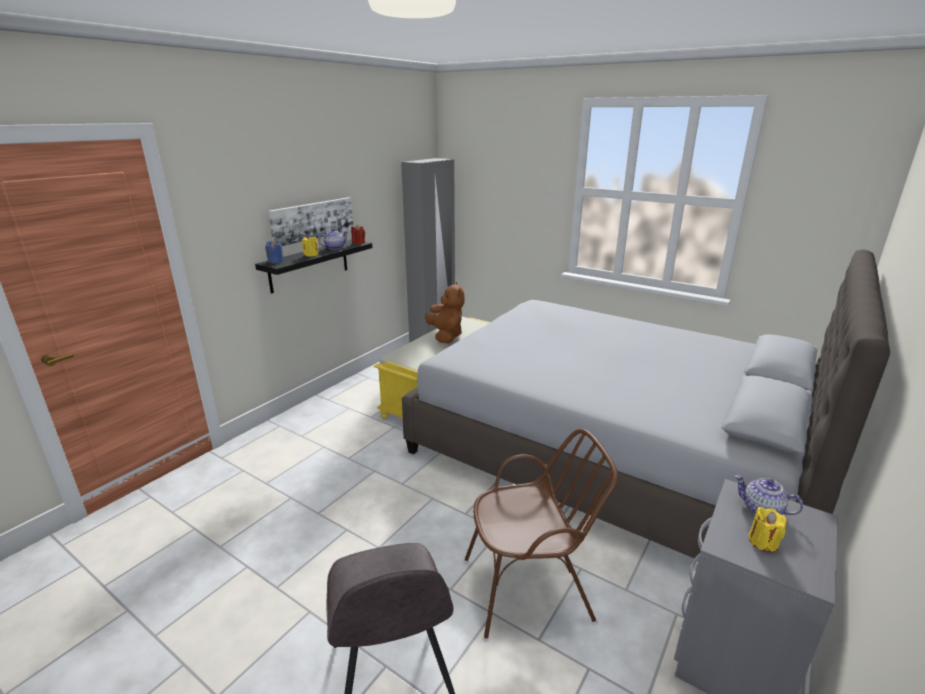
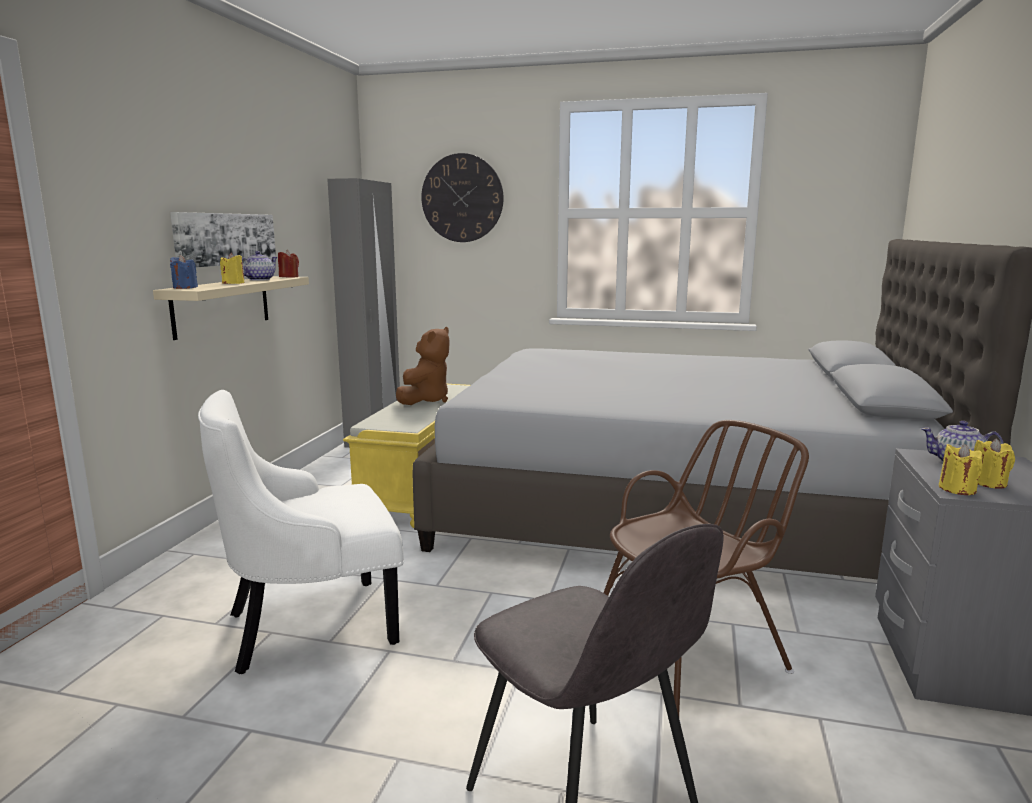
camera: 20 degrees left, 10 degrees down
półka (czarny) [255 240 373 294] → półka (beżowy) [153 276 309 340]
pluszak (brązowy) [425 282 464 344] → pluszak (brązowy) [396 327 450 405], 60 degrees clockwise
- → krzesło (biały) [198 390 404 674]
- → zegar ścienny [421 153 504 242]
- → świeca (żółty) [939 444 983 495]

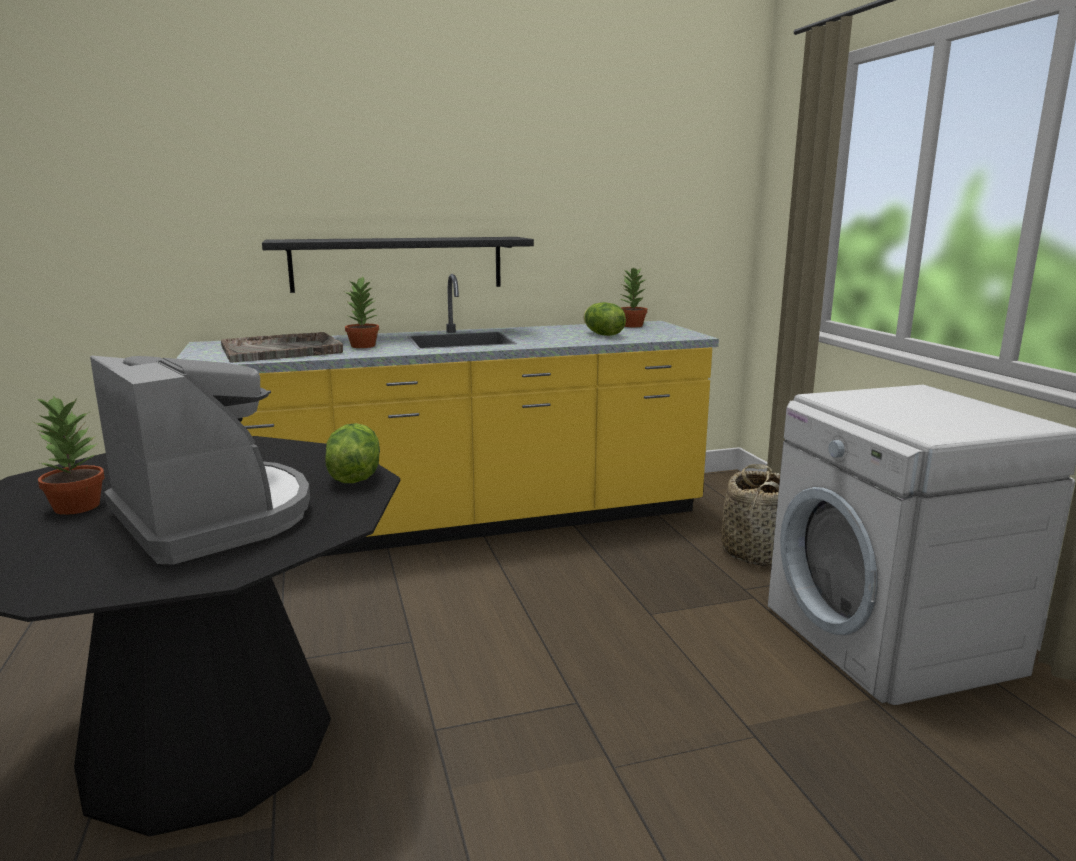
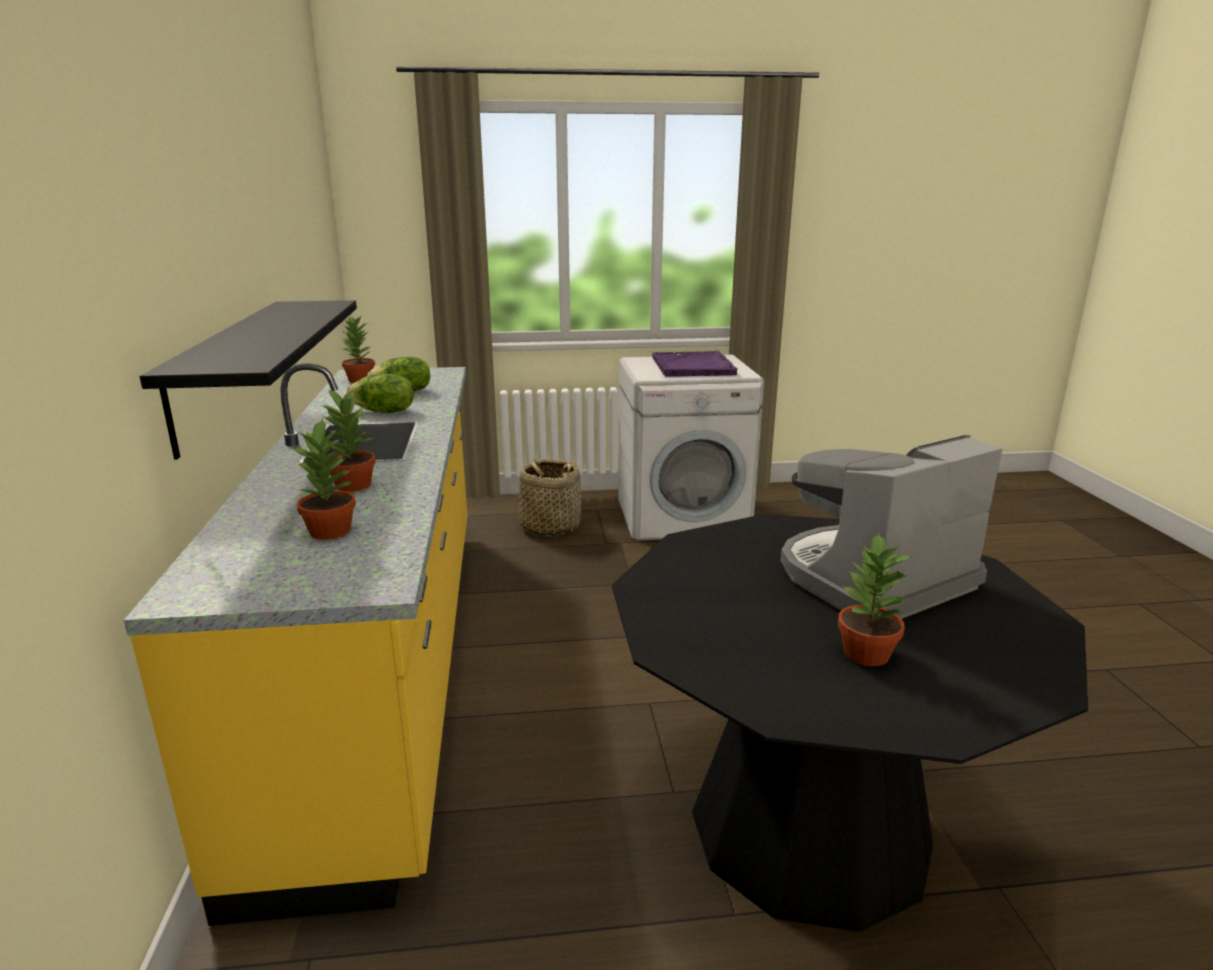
camera: 80 degrees left, 5 degrees up
taca (szary) [221 332 343 363] → roślina doniczkowa [292 418 356 540]
sałata [325 423 380 483] → sałata [346 374 414 413], moved
- → taca (fioletowy) [652 351 737 377]

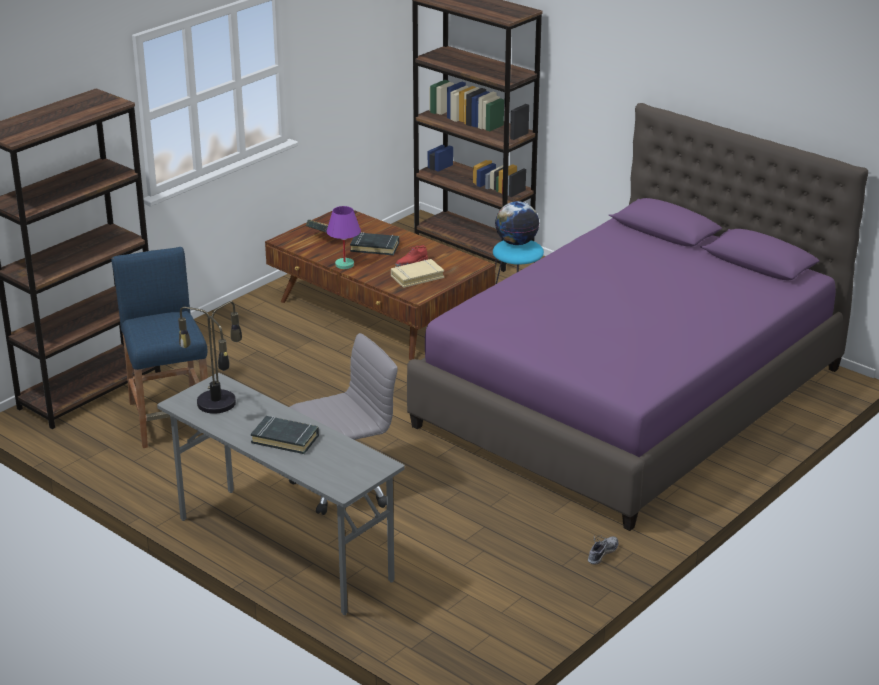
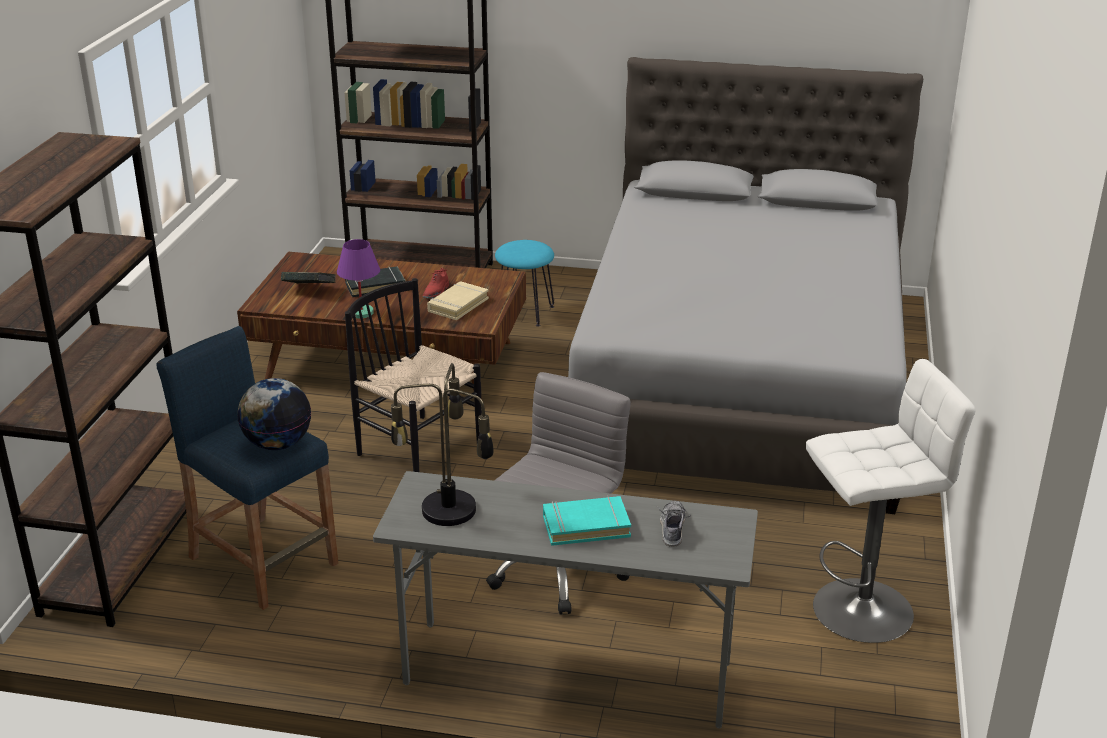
camera: 30 degrees left, 0 degrees up
książka (czarny) [251 416 319 454] → książka (turkusowy) [543 496 631 546]
łóżko (fioletowy) [407 103 868 531] → łóżko (szary) [568 57 923 514]
globus [495 201 539 245] → globus [238 378 311 450], moved
but [588 535 618 565] → but [657 501 691 547], moved
- → krzesło (czarny) [345 278 482 472]
- → stołek (biały) [806 359 976 643]

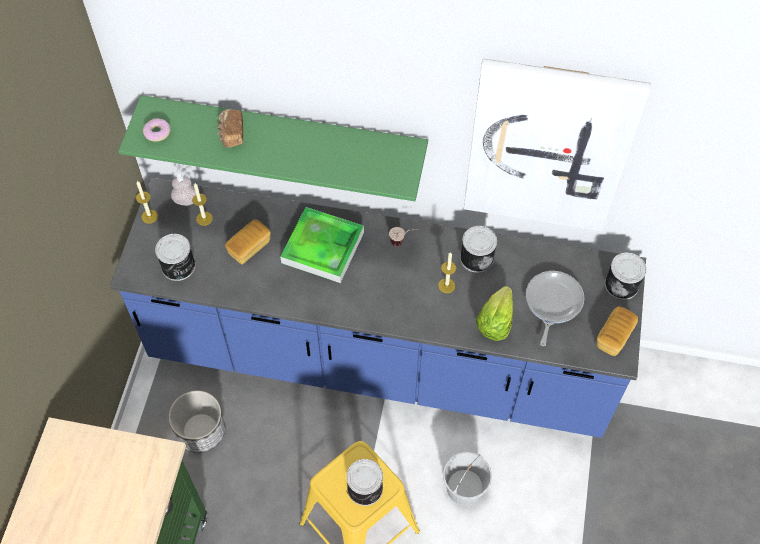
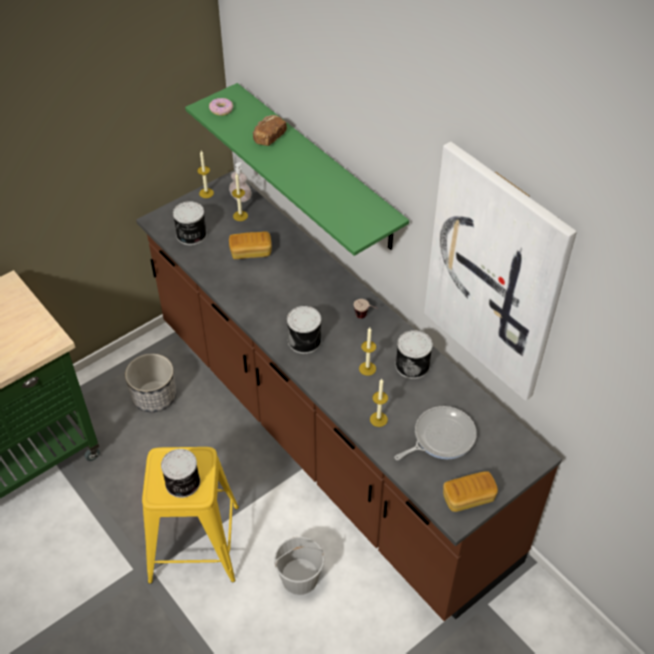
camera: 40 degrees right, 10 degrees down
zabudowa kuchenna (niebieski) [110 178 646 438] → zabudowa kuchenna (brązowy) [136 171 562 621]
taca [281 207 364 283] → -
sałata [476 286 513 341] → świeca [370 379 388 427]
puszka [605 252 647 300] → puszka [287 306 321 354], moved

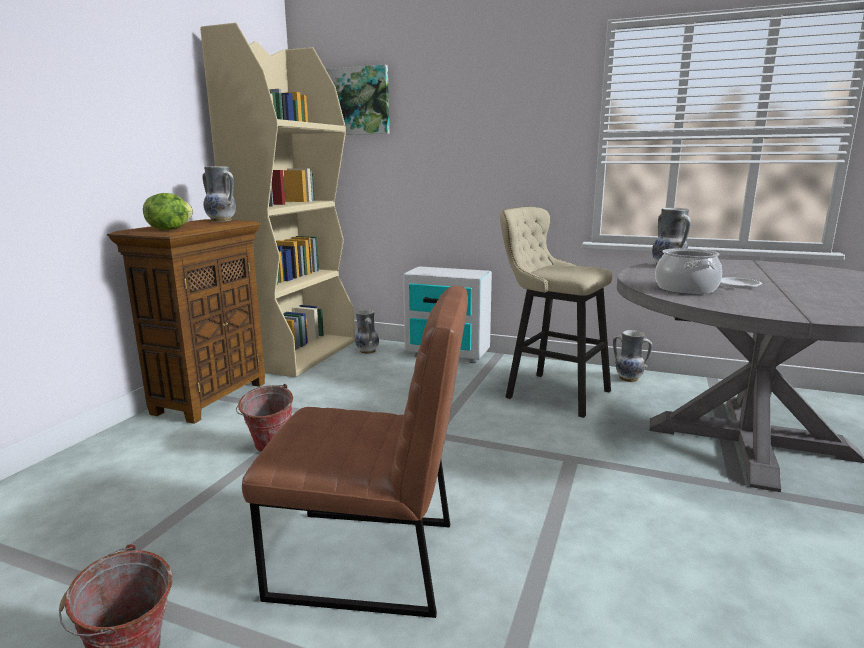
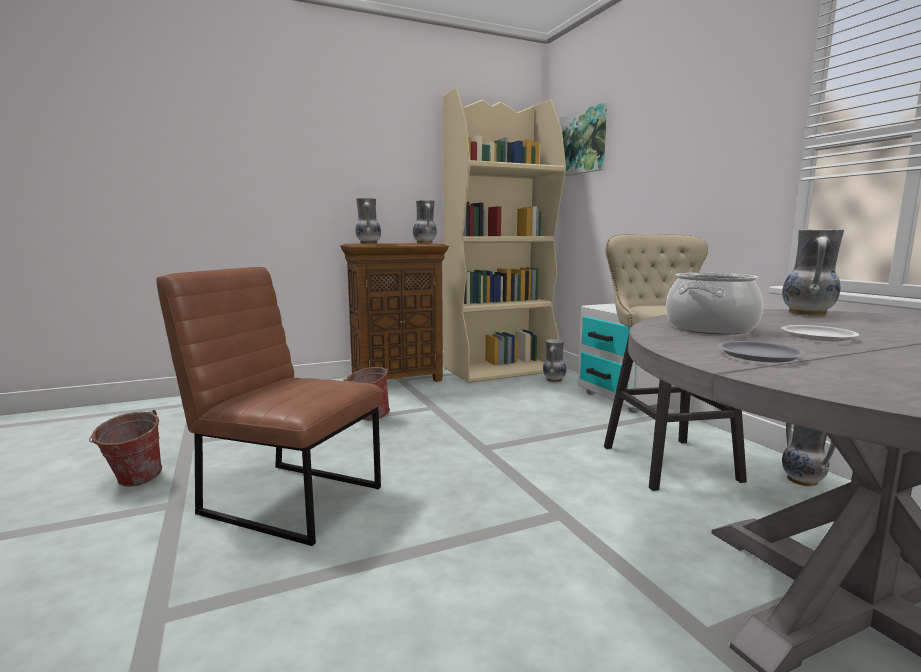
camera: 45 degrees right, 5 degrees down
sałata [143 193 193 230] → wazon [356 198 381 244]
krzesło (brązowy) [242 285 468 618] → krzesło (brązowy) [156 267 382 546], 150 degrees clockwise
- → talerz (szary) [717 341 806 362]

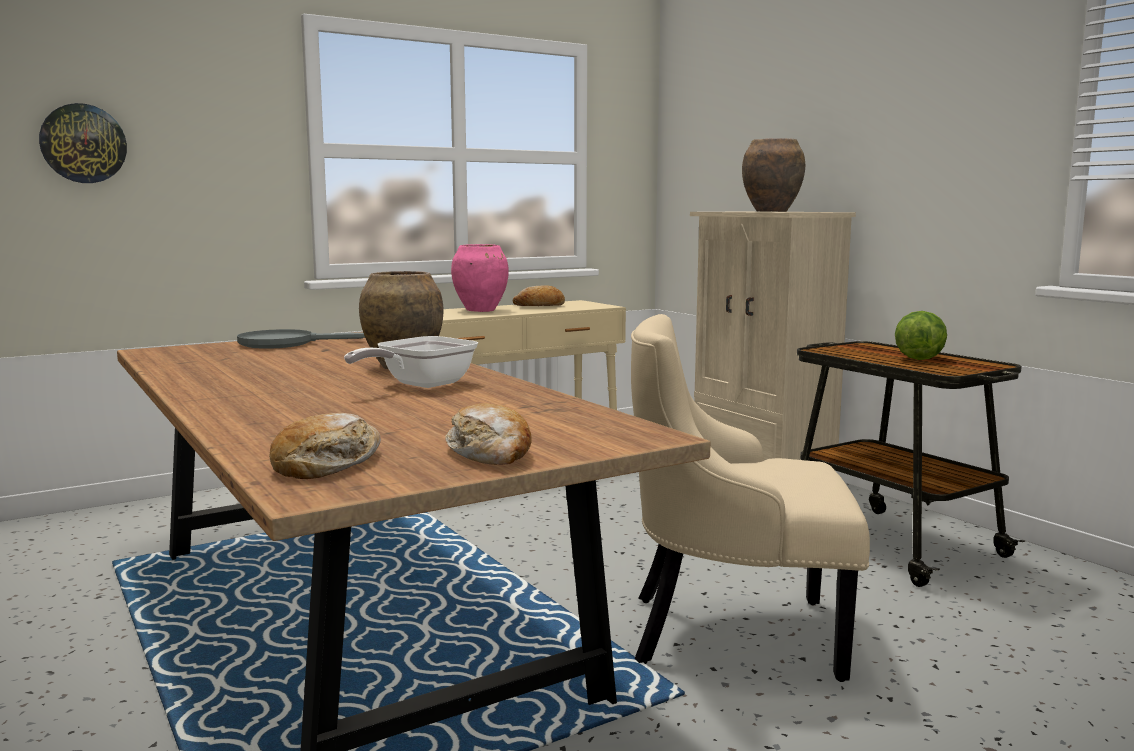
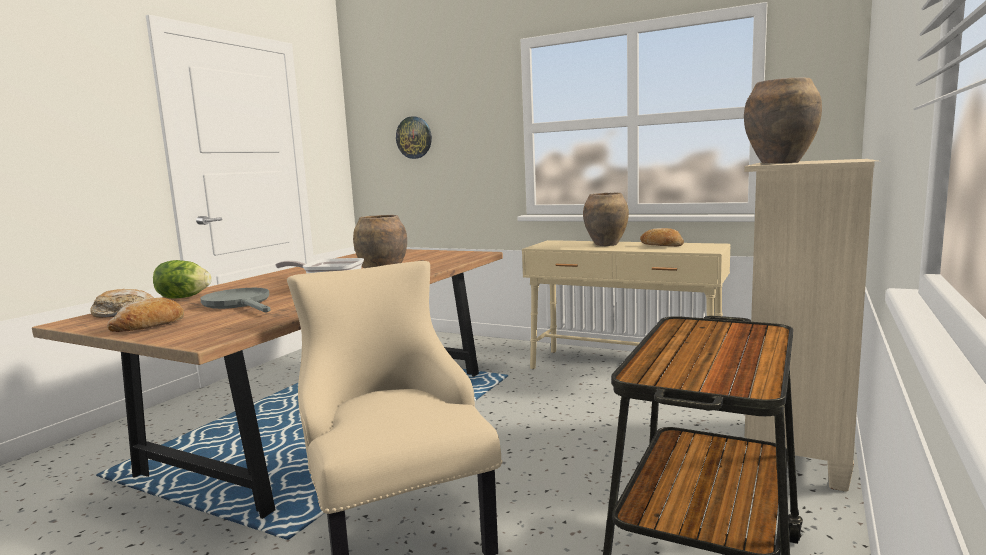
camera: 60 degrees right, 0 degrees up
patelnia (szary) [237 329 365 349] → patelnia (szary) [200 288 270 313], moved
wazon (różowy) [451 244 509 312] → wazon (brązowy) [583 193 629 246]
sałata [895 311 947 360] → sałata [153 260 212 299], moved

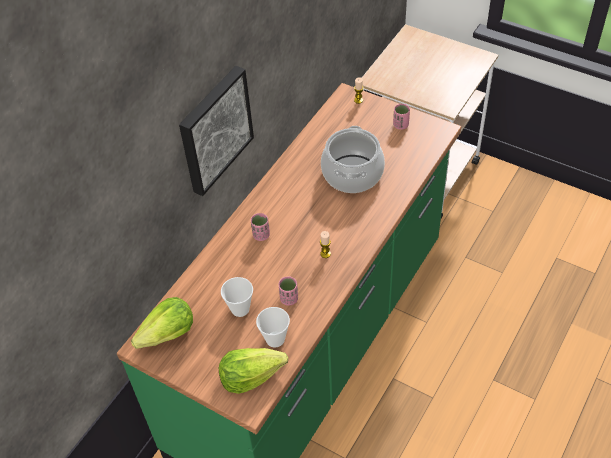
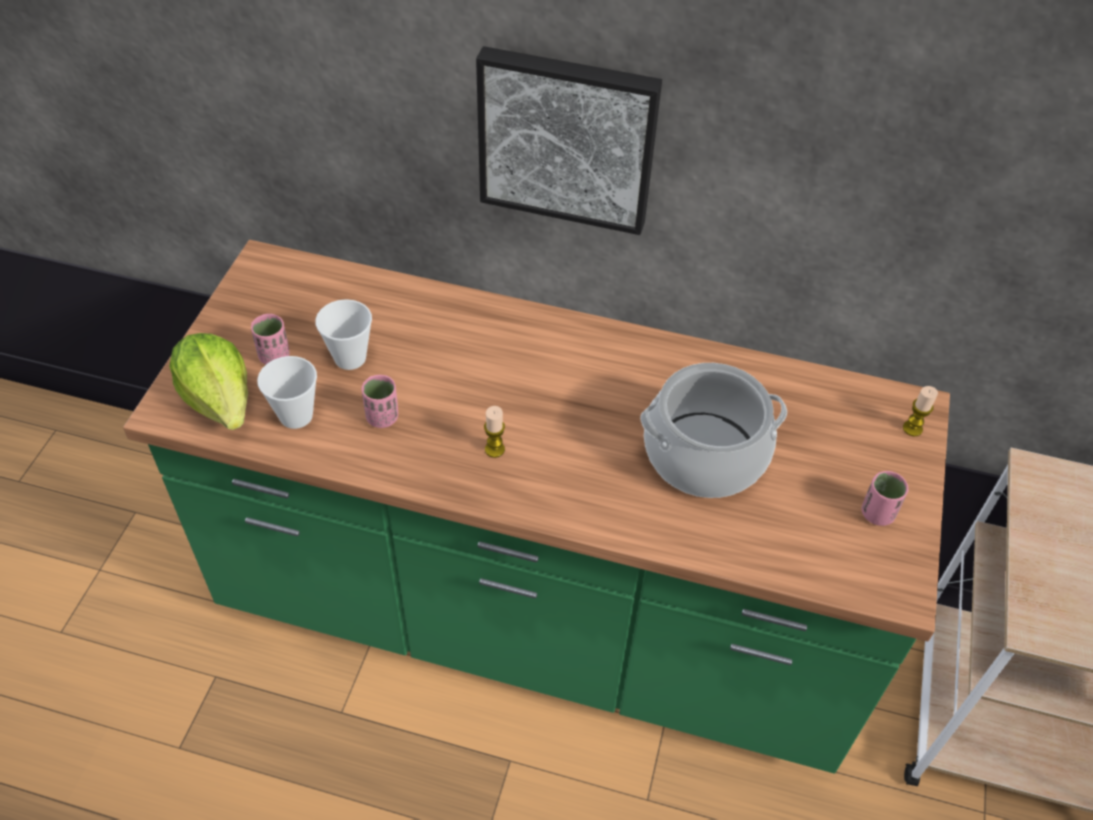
camera: 70 degrees right, 0 degrees up
sałata [131 297 193 349] → -
filiżanka (różowy) [251 213 270 241] → filiżanka (różowy) [251 314 290 365], moved

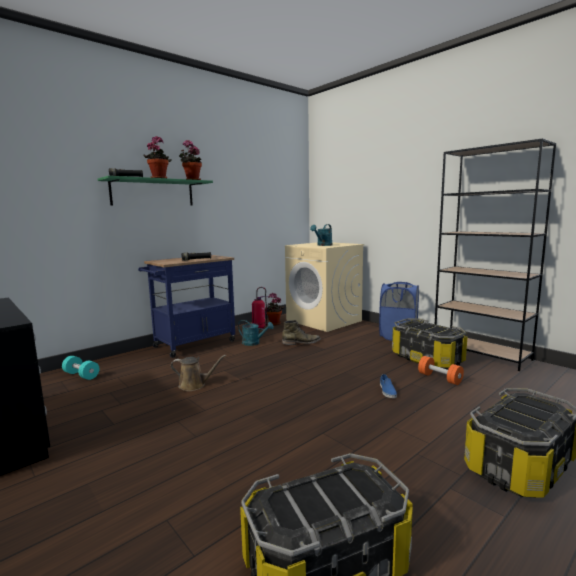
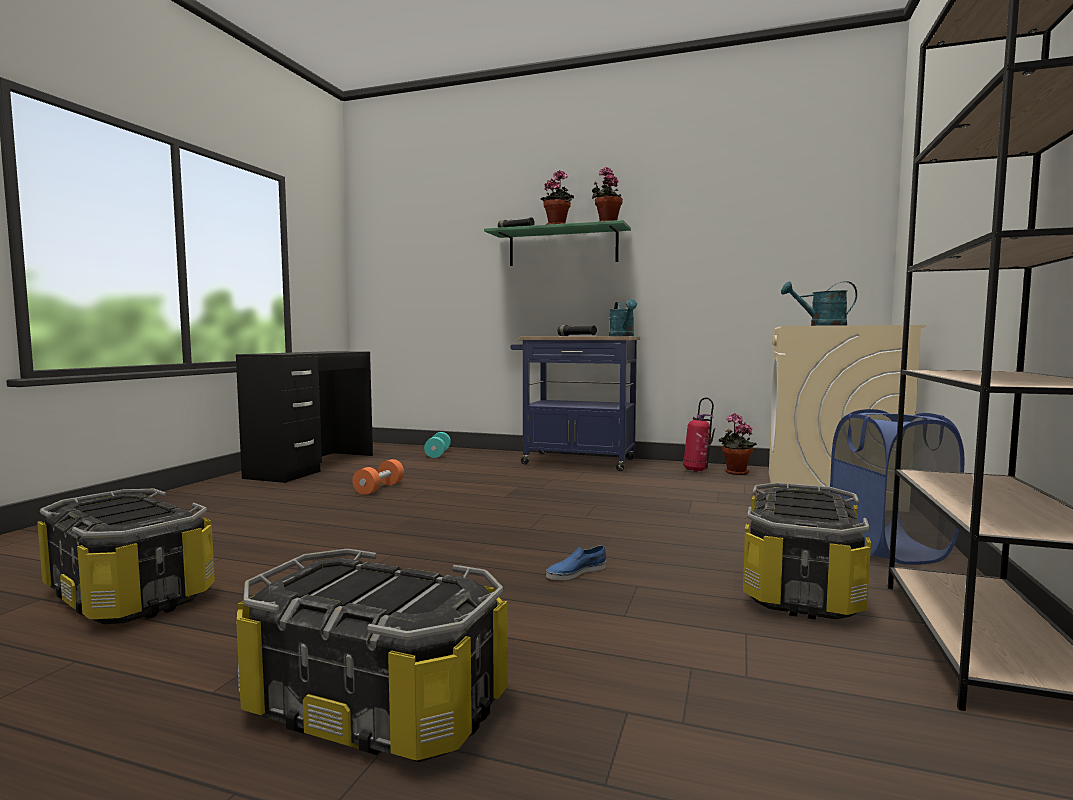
camera: 60 degrees right, 5 degrees down
konewka (brązowy) [171 355 226 391] → -
konewka (turkusowy) [238 320 274 346] → konewka (turkusowy) [609 299 637 336], moved
but z cholewką (zielony) [282 320 321 345] → -
hantel (pomarańczowy) [418 356 464 385] → hantel (pomarańczowy) [352 459 404 495], moved

